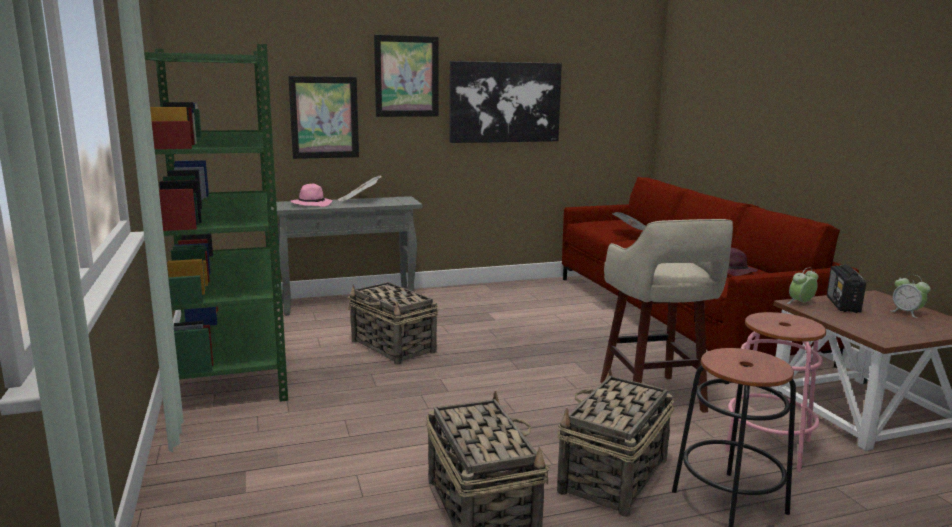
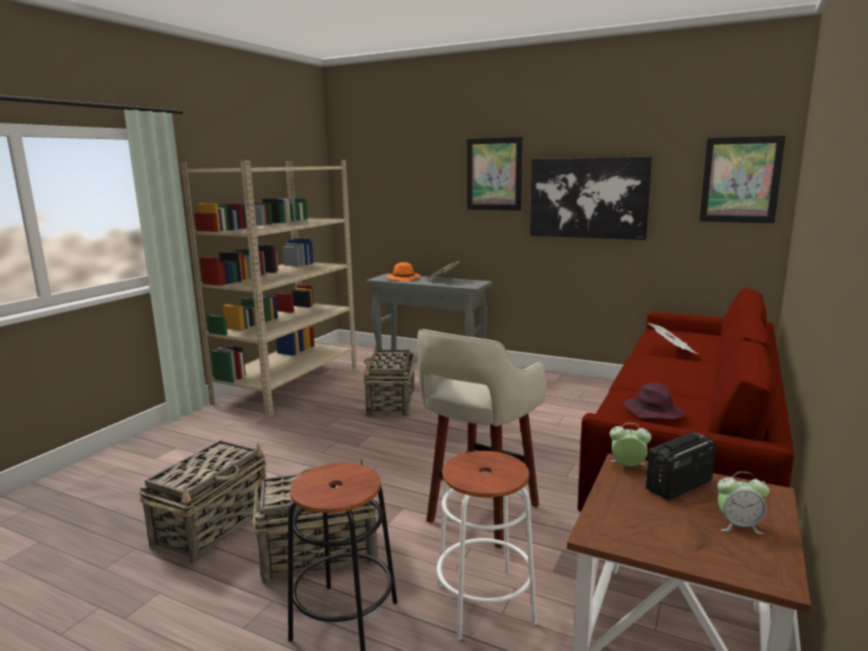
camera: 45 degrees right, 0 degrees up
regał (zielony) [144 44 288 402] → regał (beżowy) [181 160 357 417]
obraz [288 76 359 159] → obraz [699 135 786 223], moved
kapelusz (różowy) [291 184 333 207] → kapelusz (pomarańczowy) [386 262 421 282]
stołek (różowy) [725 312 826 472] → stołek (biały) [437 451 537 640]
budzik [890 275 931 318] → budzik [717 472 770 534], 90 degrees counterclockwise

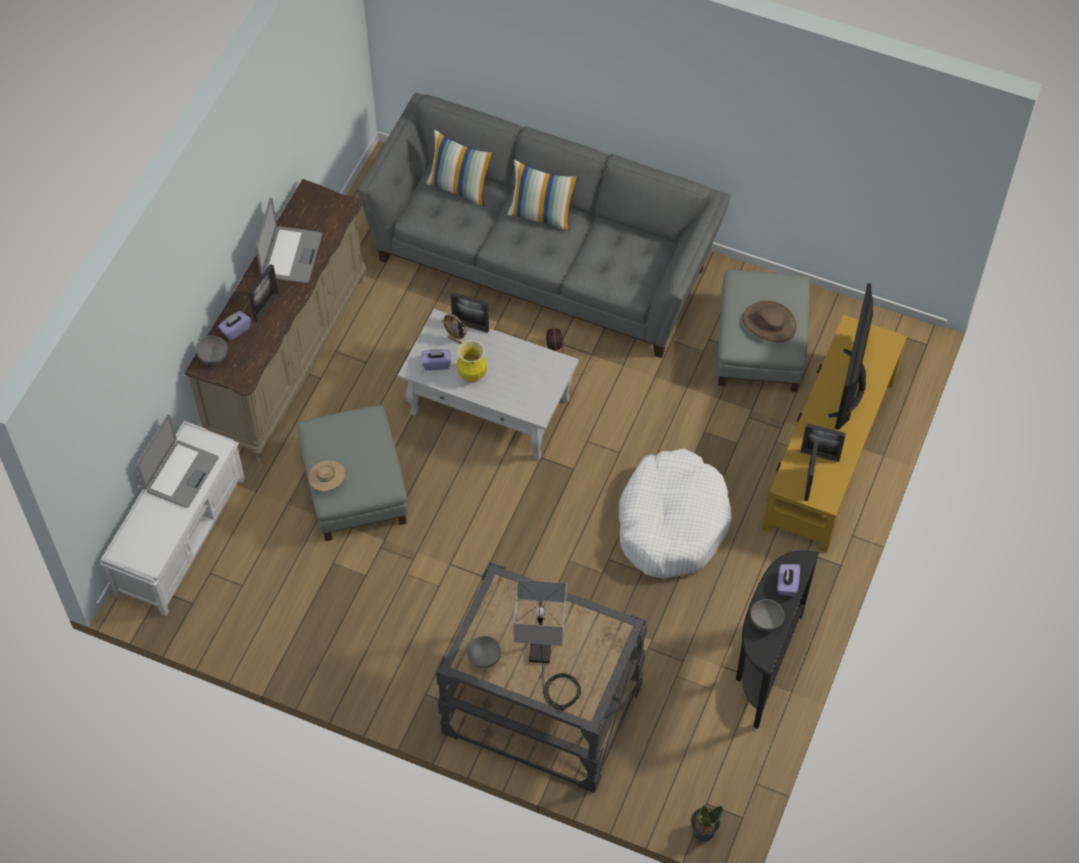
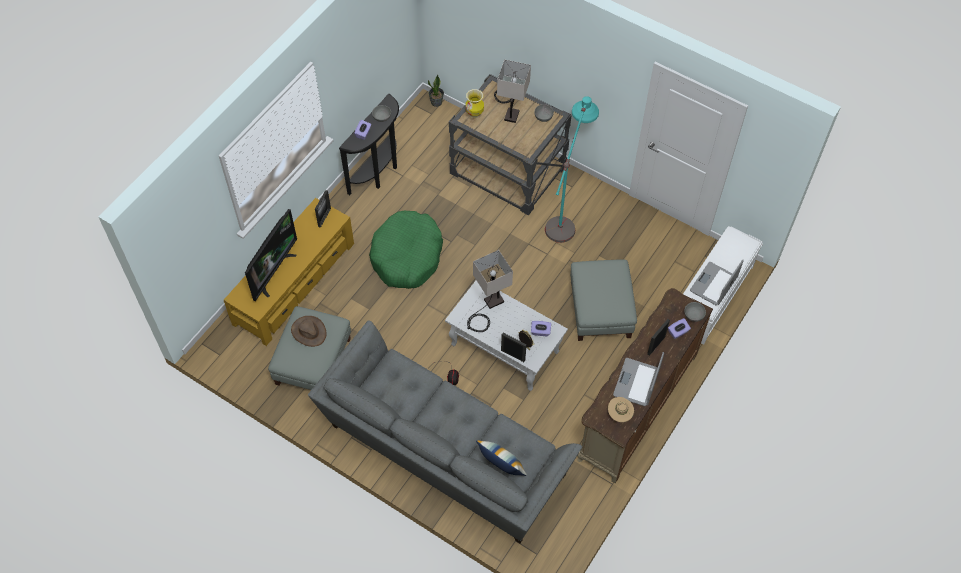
camera: 170 degrees left, 0 degrees up
kapelusz (beżowy) [308 460 345 492] → kapelusz (beżowy) [608 397 634 422], moved
wazon [457 340 487 383] → wazon [466 89 484 118], moved
poduszka [507 160 578 232] → -
legowisko (biały) [619 449 732 579] → legowisko (zielony) [369 211 443 289]
ramka na zdjęcie [801 423 846 462] → -
- → lampa stołowa [467 250 513 332]
- → lampa stojąca (turkusowy) [545 96 599 243]

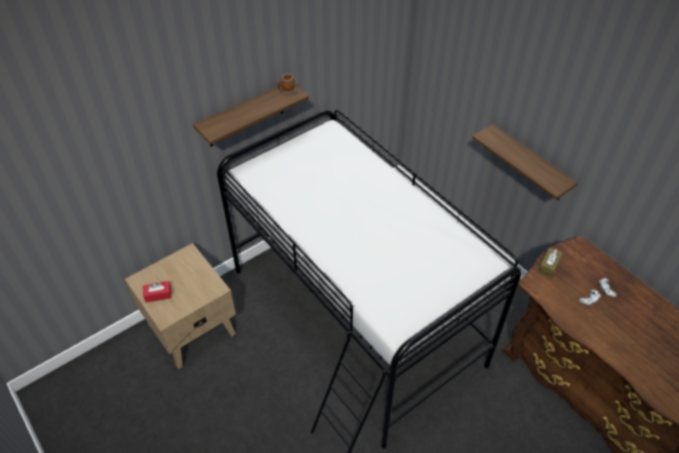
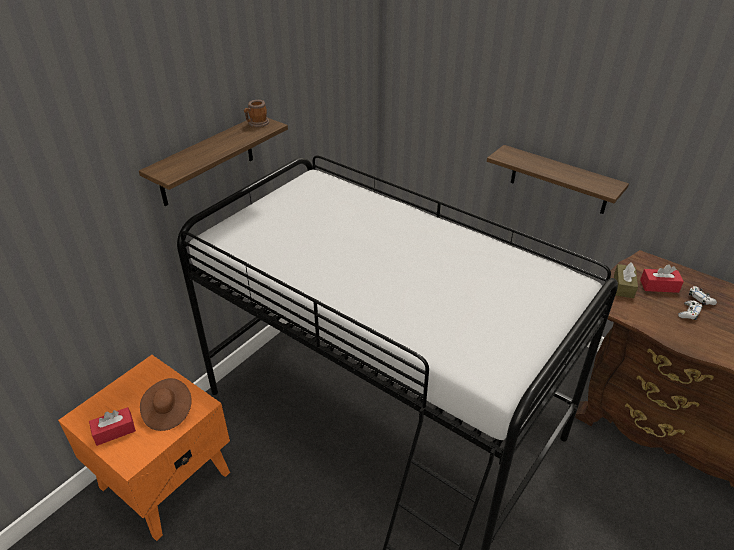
camera: 15 degrees left, 10 degrees down
szafka nocna (beżowy) [125 243 236 369] → szafka nocna (pomarańczowy) [58 355 230 541]
- → kapelusz (brązowy) [140 378 192 431]
- → pudełko chusteczek (czerwony) [640 264 684 293]

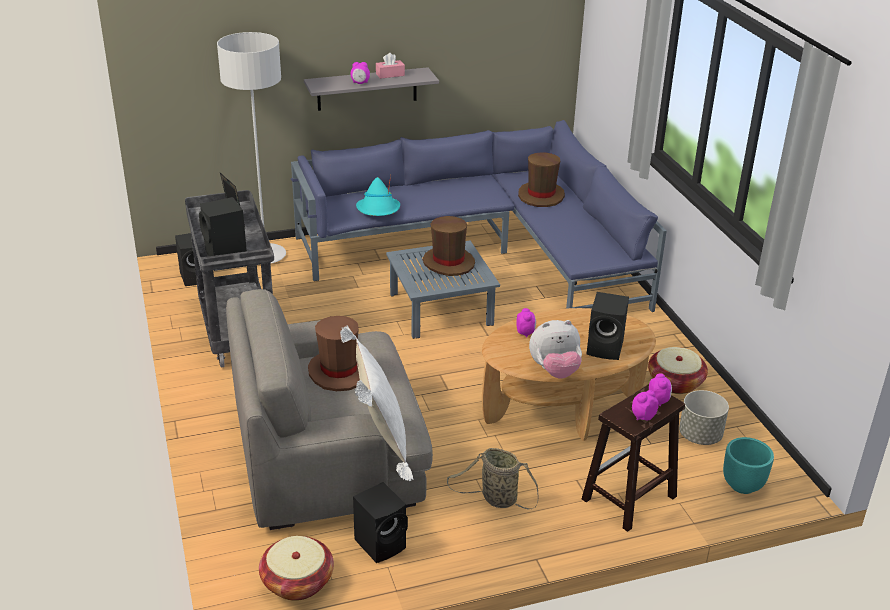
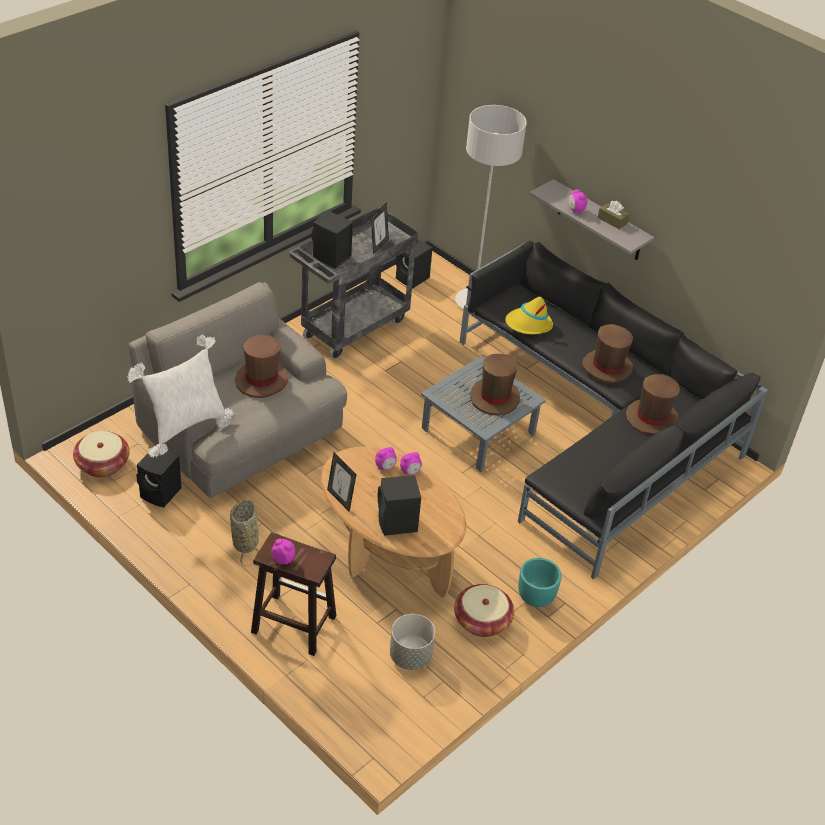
camera: 60 degrees right, 10 degrees up
kanapa (niebieski) [291 120 667 339] → kanapa (czarny) [421 241 768 579]
kapelusz (turkusowy) [356 174 400 216] → kapelusz (żółty) [505 297 553 334]
pudełko chusteczek (różowy) [376 53 405 79] → pudełko chusteczek (brązowy) [598 201 629 229]
pluszak [529 320 582 378] → ramka na zdjęcie [327 453 357 512]
budzik [649 373 672 406] → budzik [400 452 422 475], moved
donica (turkusowy) [723 437 774 494] → donica (turkusowy) [518 558 562 607], moved
- → kapelusz (brązowy) [582 324 633 383]

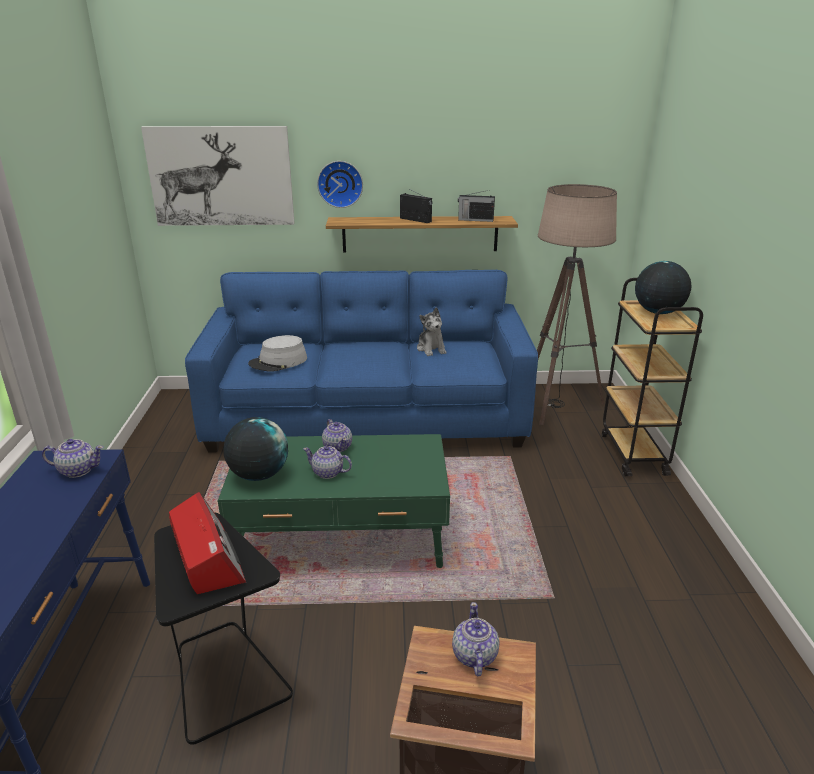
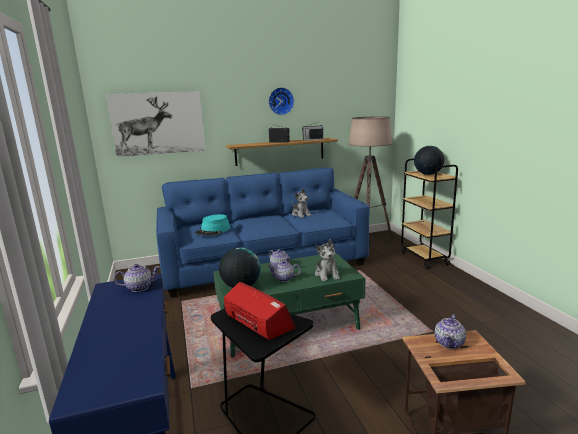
camera: 15 degrees left, 10 degrees down
kapelusz (szary) [248 335 307 372] → kapelusz (turkusowy) [195 214 230 236]
zegar ścienny [317 161 363 208] → zegar ścienny [268 87 294 115], moved
imbryk [452 602 499 676] → imbryk [435 314 466 349], 135 degrees counterclockwise
- → pluszak [315 239 340 281]

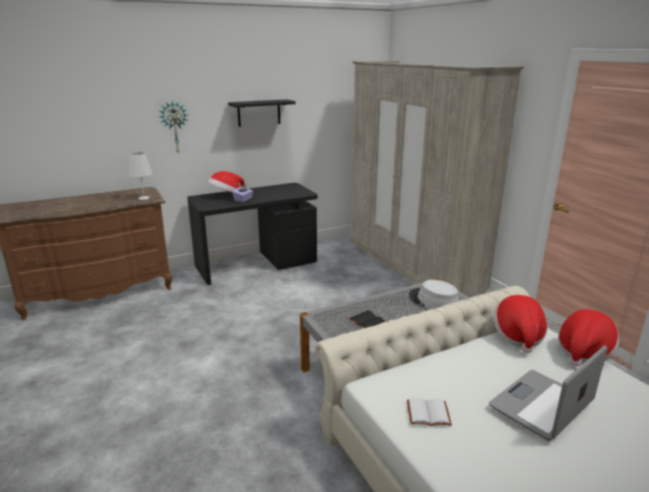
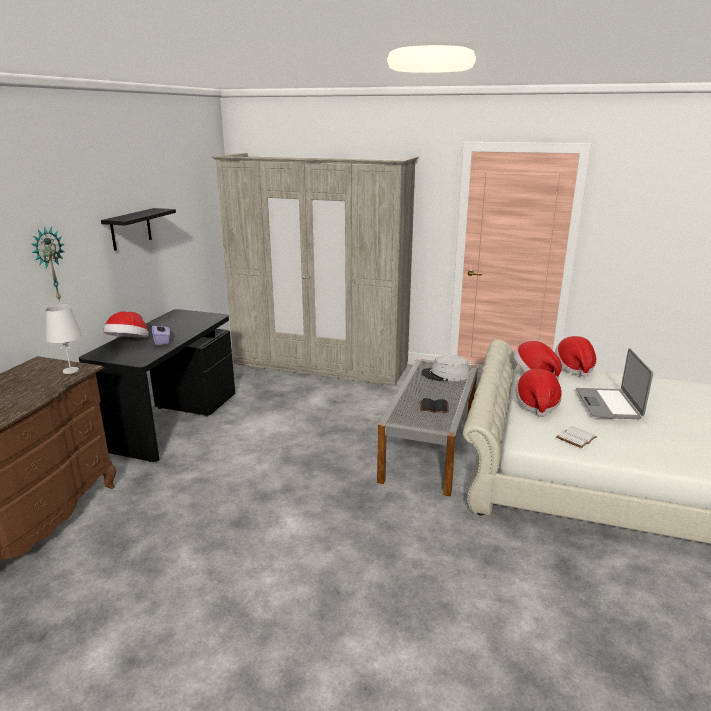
camera: 45 degrees left, 0 degrees up
- → kapelusz [515 369 562 417]

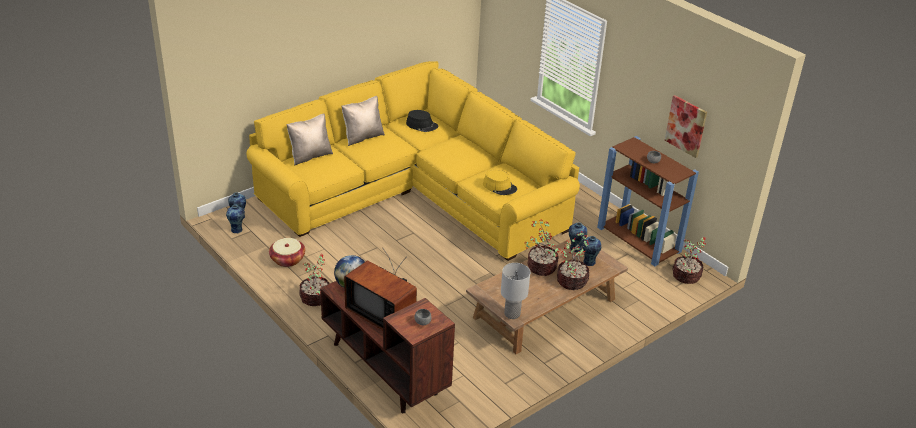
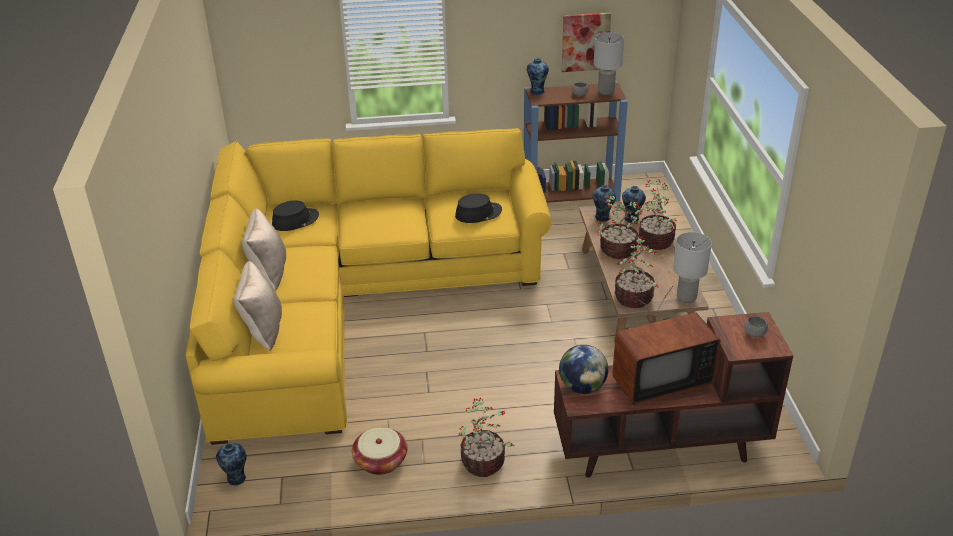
camera: 55 degrees left, 0 degrees up
wazon [226 205 245 233] → wazon [527 58 549 95], moved
kapelusz (żółty) [483 169 517 195] → kapelusz (czarny) [455 193 502 223]
roślina doniczkowa [672 237 706 284] → roślina doniczkowa [615 236 658 308], moved
- → lampa stołowa (szary) [594 32 624 95]

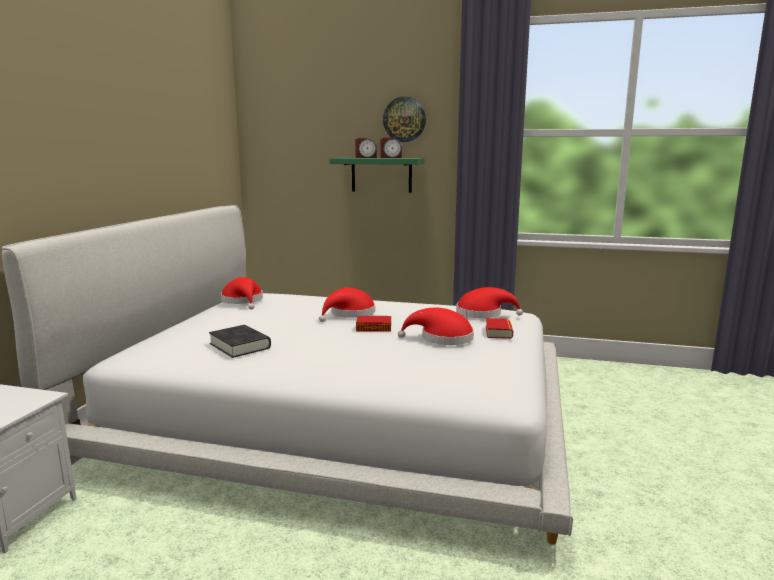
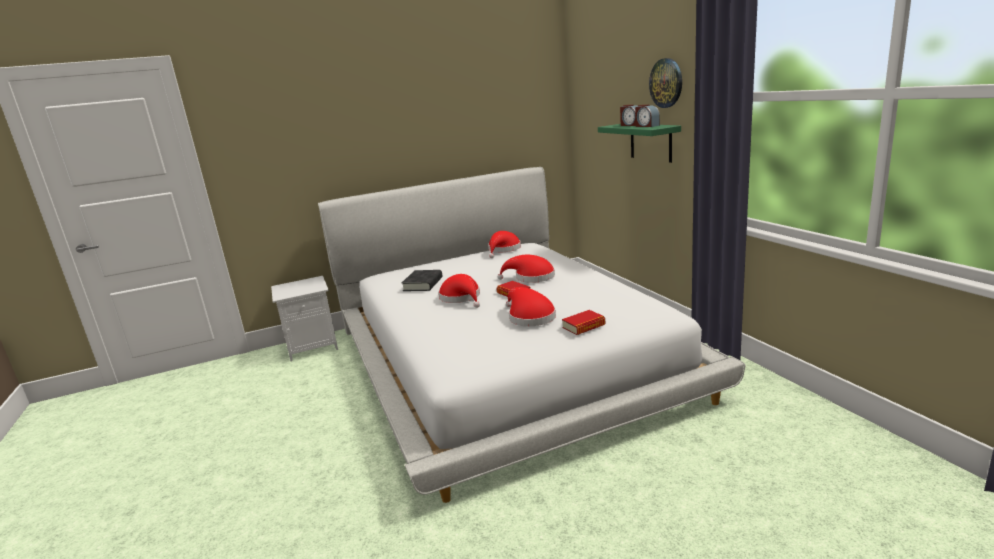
camera: 55 degrees right, 5 degrees up
kapelusz (czerwony) [456 287 523 318] → kapelusz (czerwony) [439 274 480 308], moved

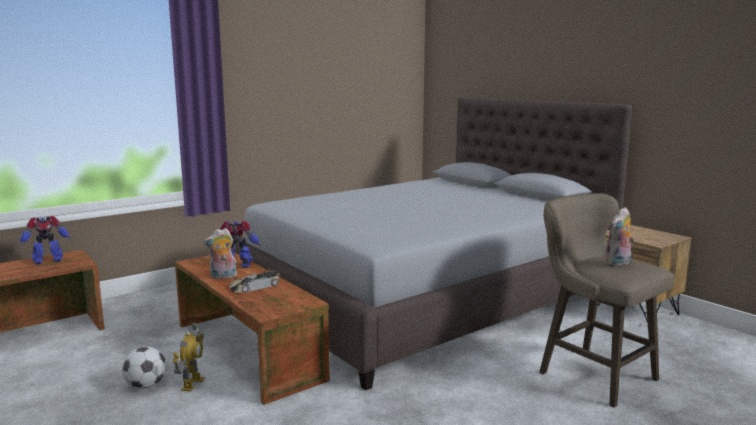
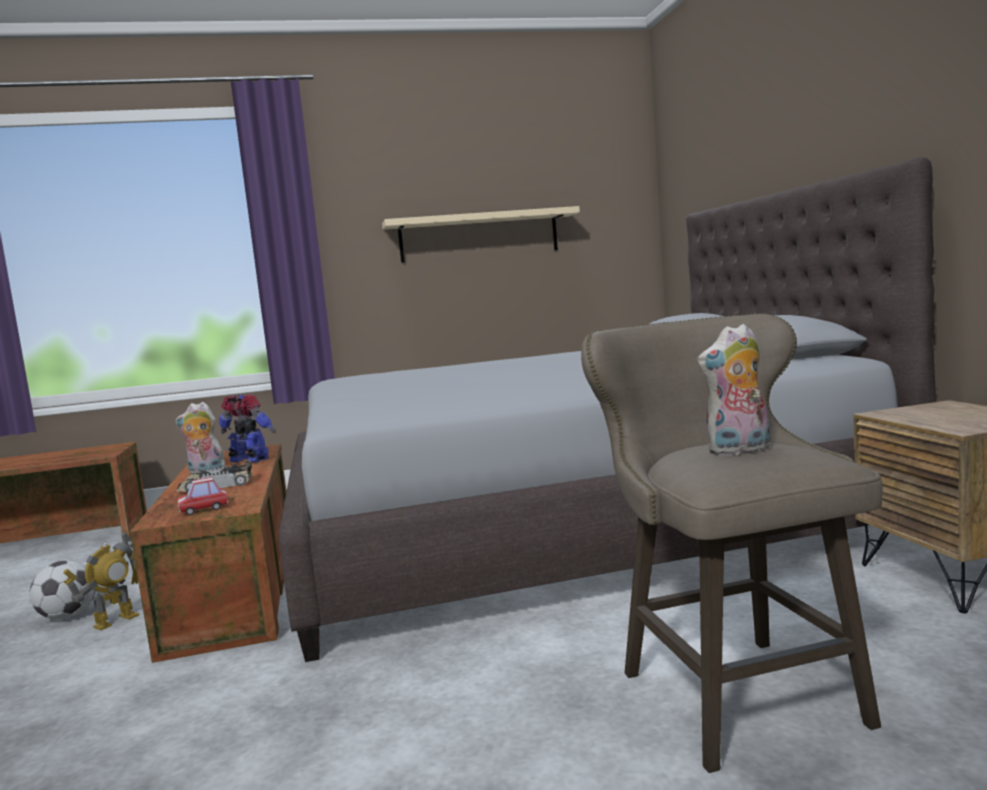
camera: 25 degrees right, 5 degrees down
robot zabawkowy [19 216 72 265] → -
- → samochodzik [178 477 228 515]
- → półka (beżowy) [382 206 580 263]

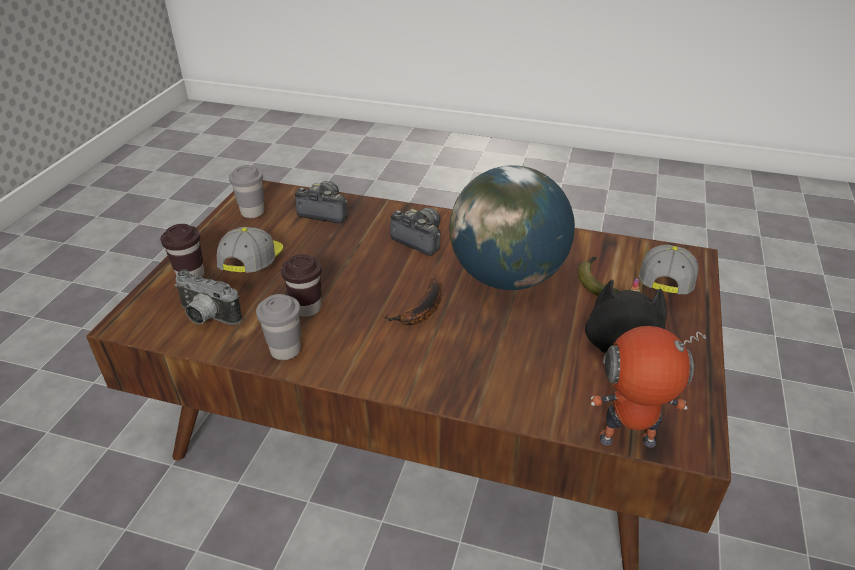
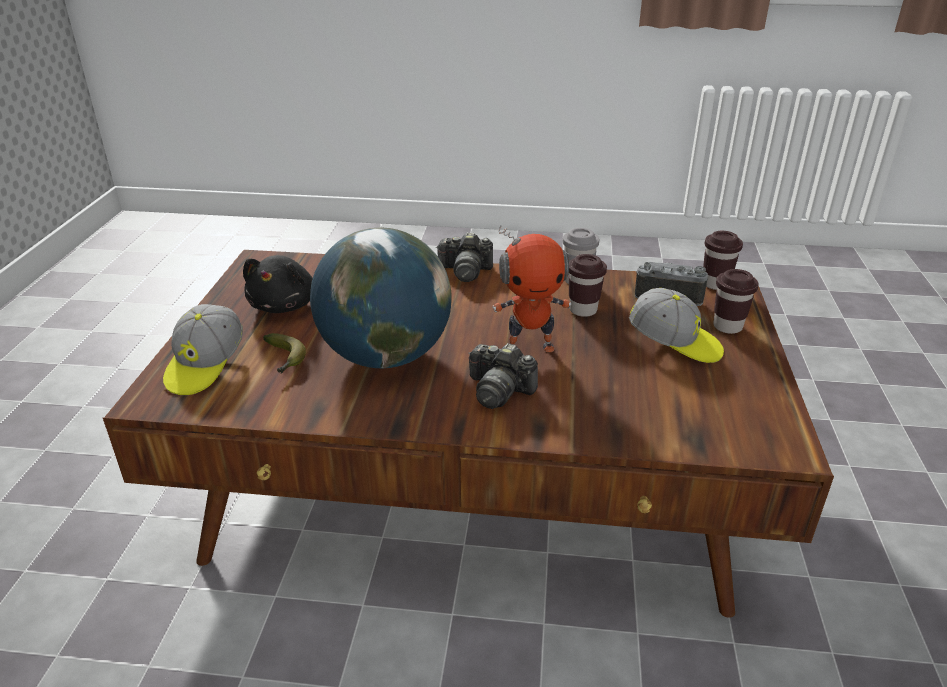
camera: 170 degrees right, 5 degrees down
czapka z daszkiem [217 227 283 273] → czapka z daszkiem [629 288 724 363], 60 degrees counterclockwise
filiżanka (szary) [229 165 264 218] → -
aparat fotograficzny [295 181 347 223] → aparat fotograficzny [436 232 493 282], moved
banan [383 279 442 325] → -
robot zabawkowy [591 326 706 448] → robot zabawkowy [492 225 571 352], moved
- → filiżanka (brązowy) [703 231 743 290]

